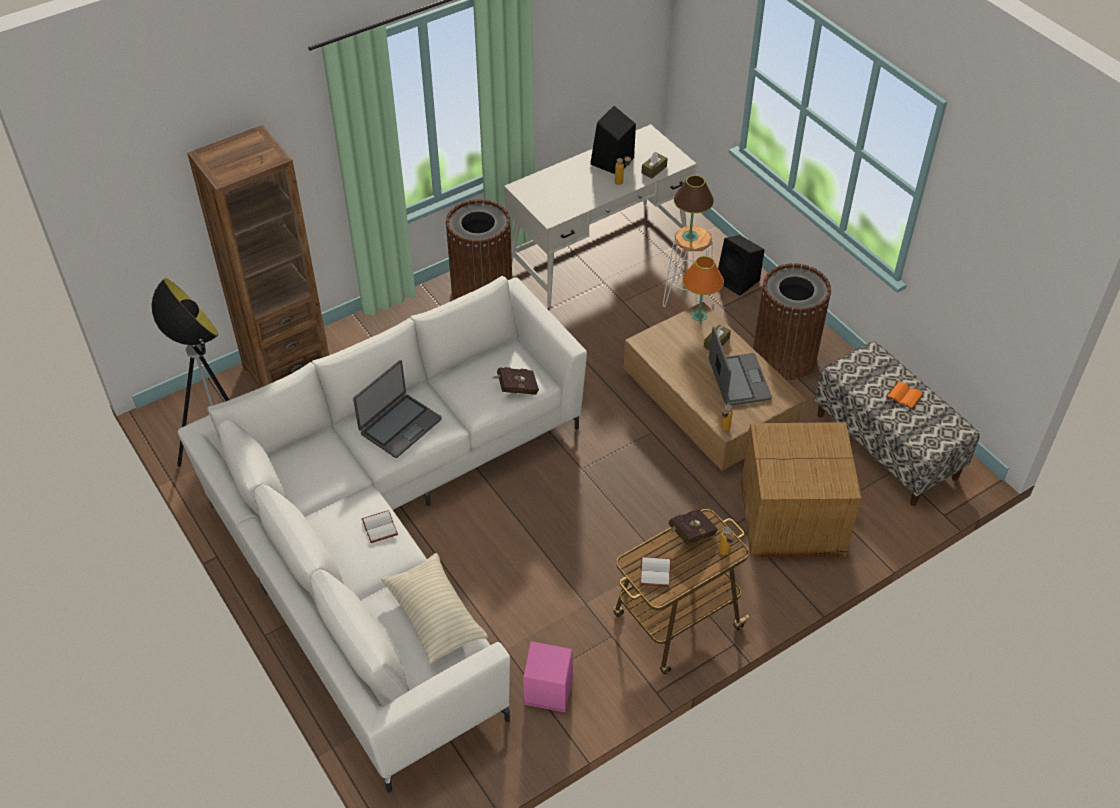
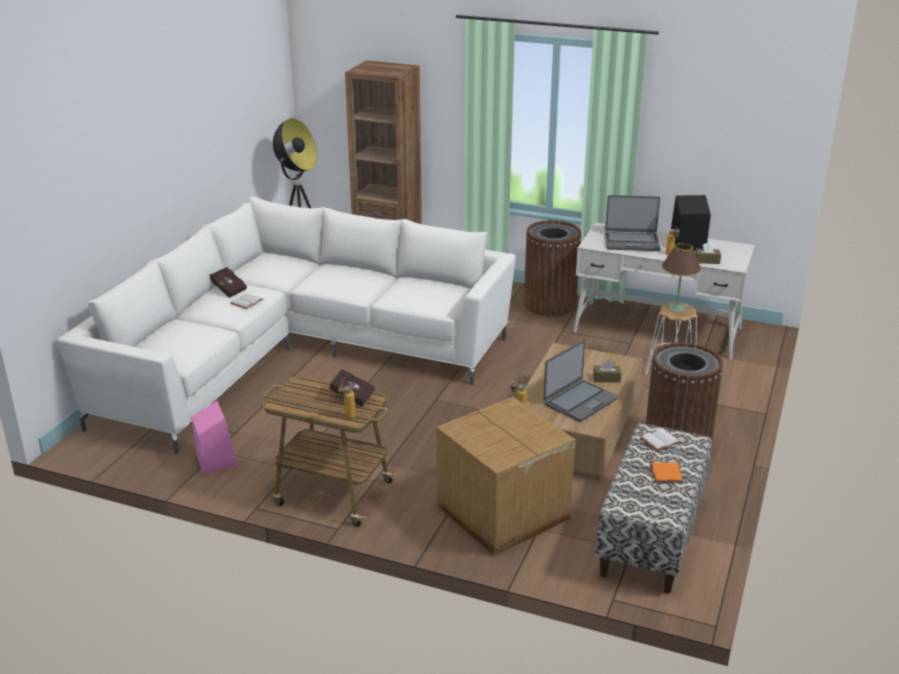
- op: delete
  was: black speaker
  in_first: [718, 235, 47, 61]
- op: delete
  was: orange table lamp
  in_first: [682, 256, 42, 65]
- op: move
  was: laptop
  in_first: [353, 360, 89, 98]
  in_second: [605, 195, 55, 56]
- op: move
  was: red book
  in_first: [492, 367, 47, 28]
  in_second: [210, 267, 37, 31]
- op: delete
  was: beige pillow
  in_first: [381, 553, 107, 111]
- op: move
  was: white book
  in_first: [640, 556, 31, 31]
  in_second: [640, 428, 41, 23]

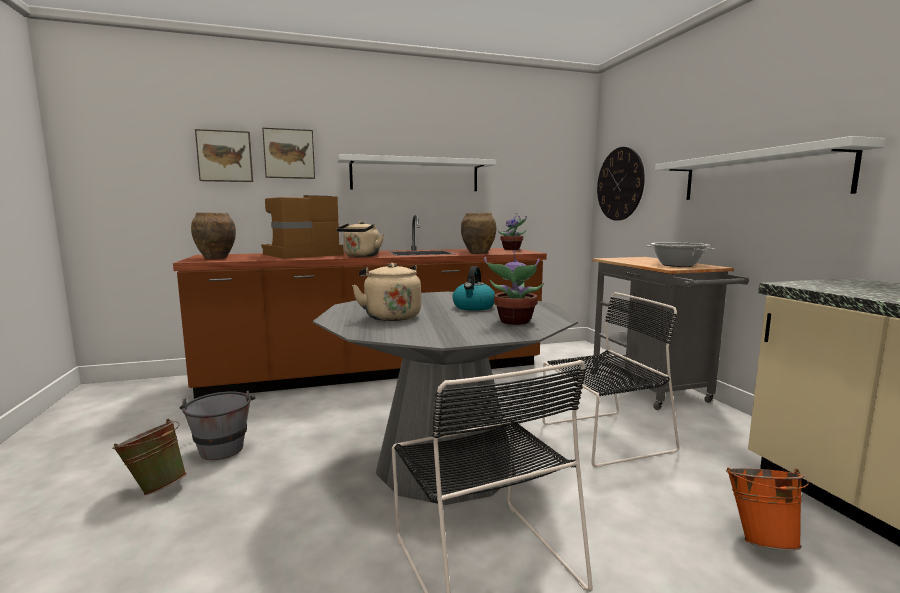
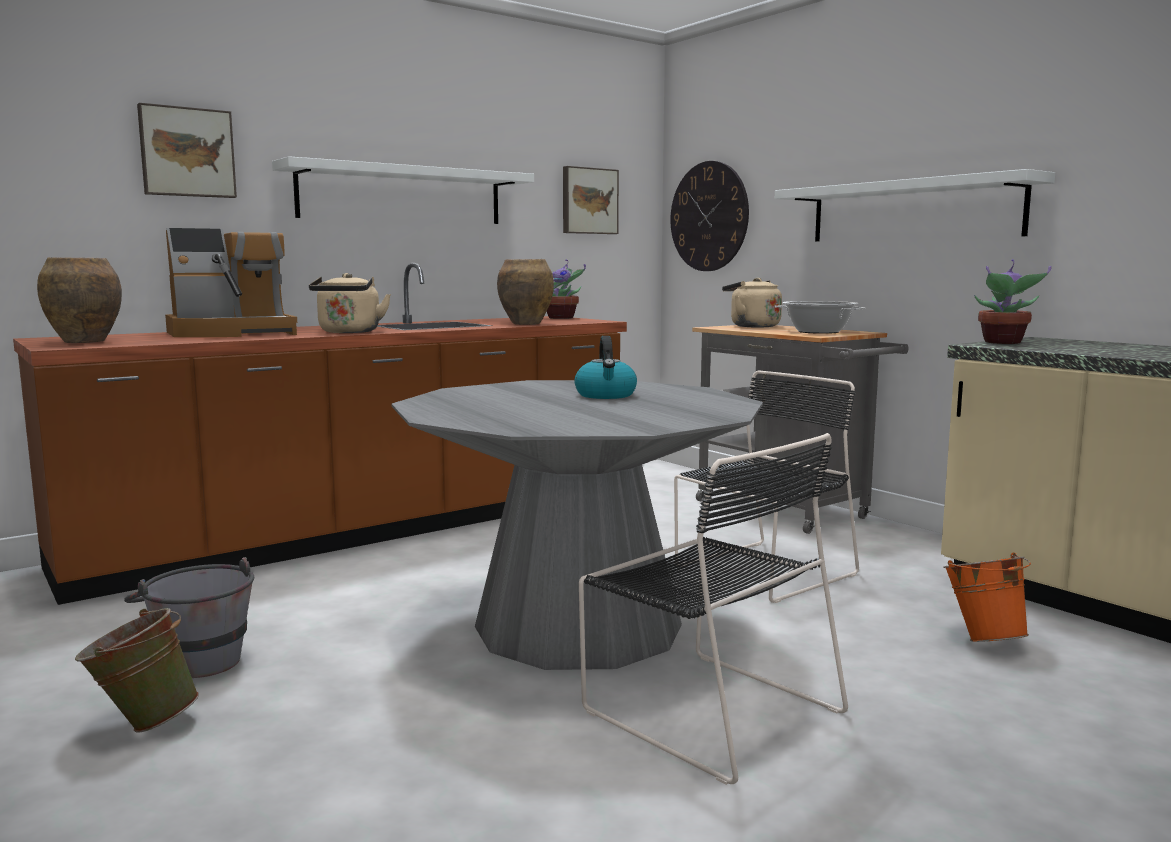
- op: move
  was: picture
  in_first: [195, 129, 58, 53]
  in_second: [563, 166, 56, 68]
- op: rotate
  was: coffee machine
  in_first: [261, 195, 83, 64]
  in_second: [165, 228, 132, 109]
  clockwise: -150
- op: move
  was: potted plant
  in_first: [484, 251, 60, 74]
  in_second: [974, 259, 77, 85]
- op: move
  was: beige kettle
  in_first: [352, 263, 69, 58]
  in_second: [722, 278, 60, 50]

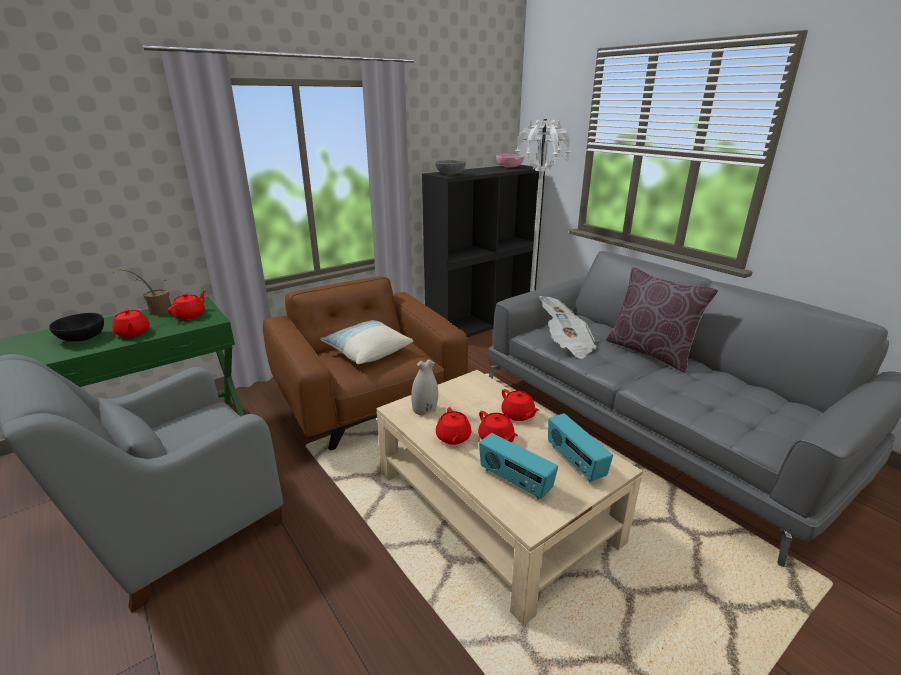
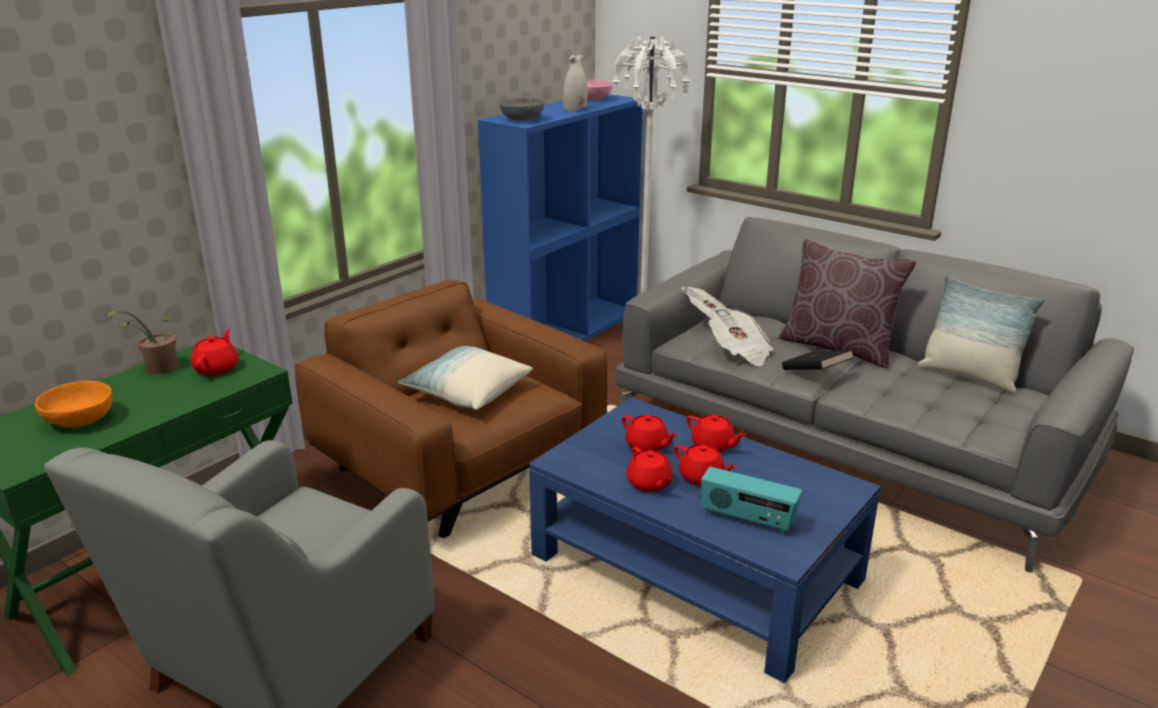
- op: recolor
  was: black bookcase
  now: blue bookcase
  in_first: [422, 165, 123, 172]
  in_second: [478, 94, 165, 247]
- op: move
  was: red teapot
  in_first: [112, 309, 38, 28]
  in_second: [622, 415, 56, 36]
- op: recolor
  was: black bowl
  now: orange bowl
  in_first: [49, 313, 55, 29]
  in_second: [35, 381, 77, 46]
- op: move
  was: white vase
  in_first: [411, 359, 27, 57]
  in_second: [563, 55, 25, 57]
- op: recolor
  was: beige coffee table
  now: blue coffee table
  in_first: [377, 370, 266, 256]
  in_second: [529, 397, 352, 286]
- op: delete
  was: radio
  in_first: [548, 413, 65, 69]
- op: insert
  now: pillow
  in_second: [917, 275, 128, 118]
- op: insert
  now: black book
  in_second: [782, 350, 72, 20]

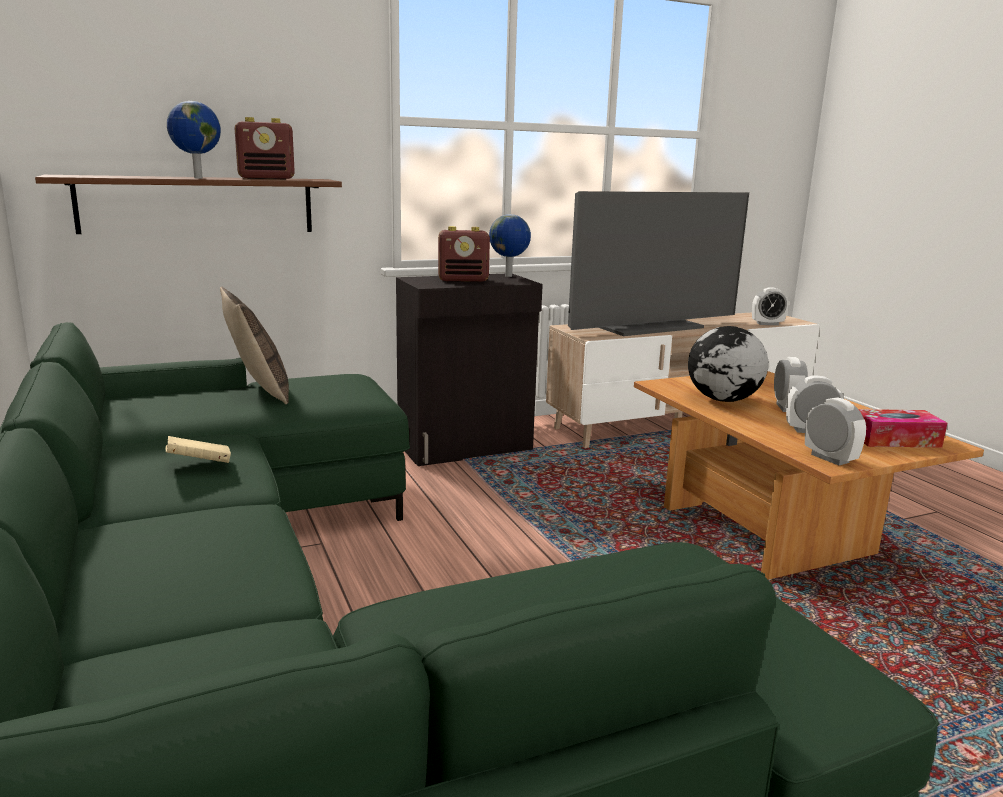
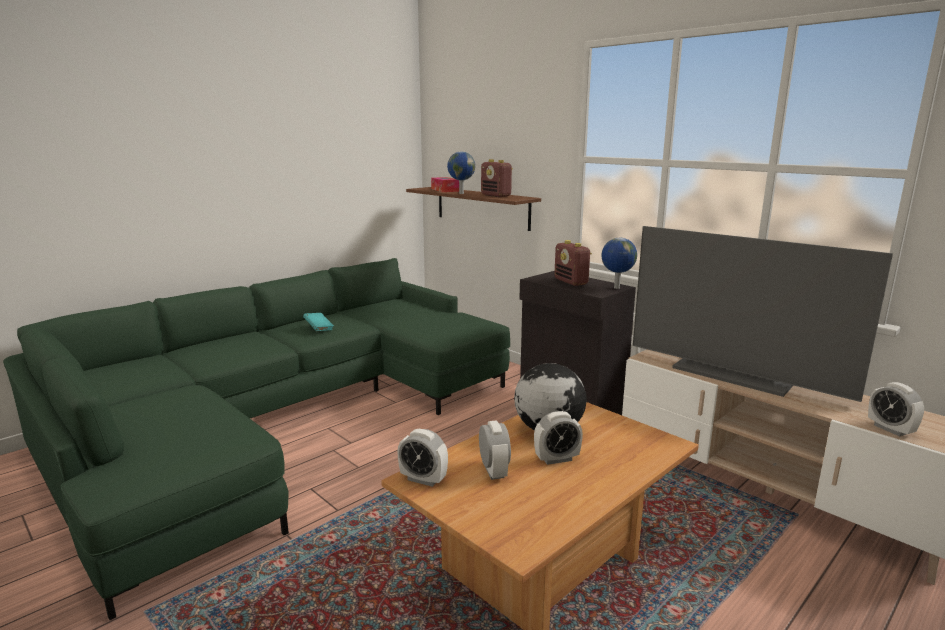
- op: delete
  was: pillow
  in_first: [220, 286, 69, 119]
- op: rotate
  was: alarm clock
  in_first: [805, 397, 61, 69]
  in_second: [397, 429, 51, 58]
  clockwise: 75
- op: move
  was: tissue box
  in_first: [859, 409, 88, 38]
  in_second: [431, 177, 28, 15]
- op: recolor
  was: beige book
  now: turquoise book
  in_first: [165, 436, 66, 27]
  in_second: [303, 313, 31, 18]

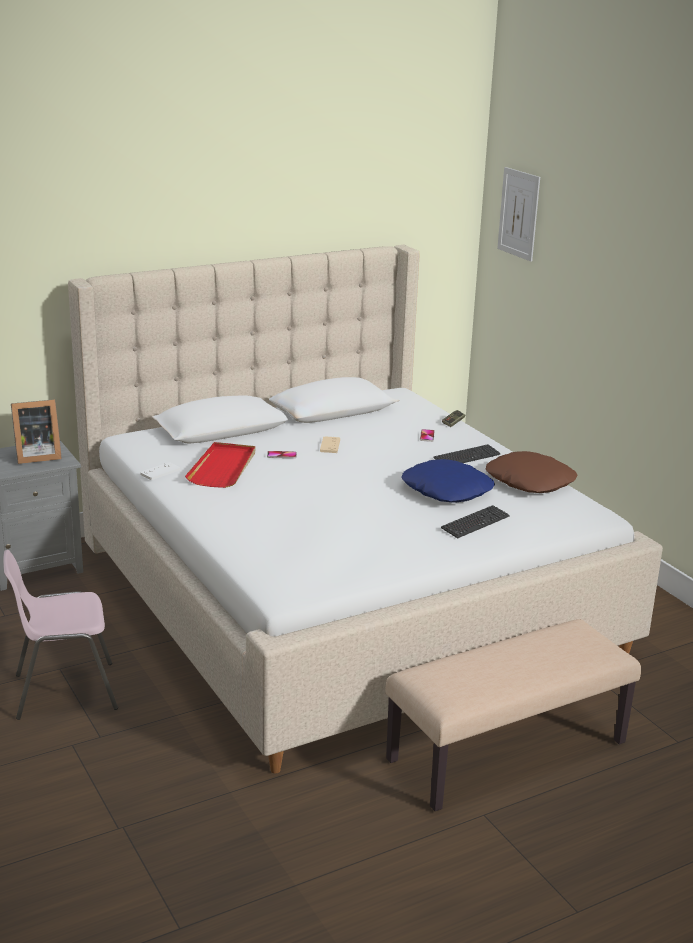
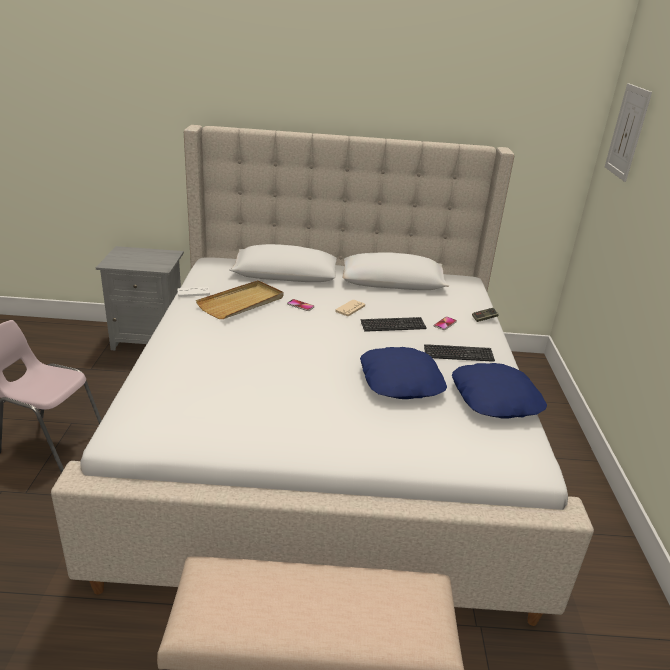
- op: delete
  was: picture frame
  in_first: [11, 399, 51, 65]
- op: recolor
  was: red tray
  now: beige tray
  in_first: [185, 442, 70, 46]
  in_second: [196, 280, 88, 39]
- op: recolor
  was: brown pillow
  now: blue pillow
  in_first: [486, 451, 92, 42]
  in_second: [452, 363, 95, 56]
- op: move
  was: keyboard
  in_first: [441, 505, 69, 33]
  in_second: [360, 317, 67, 15]

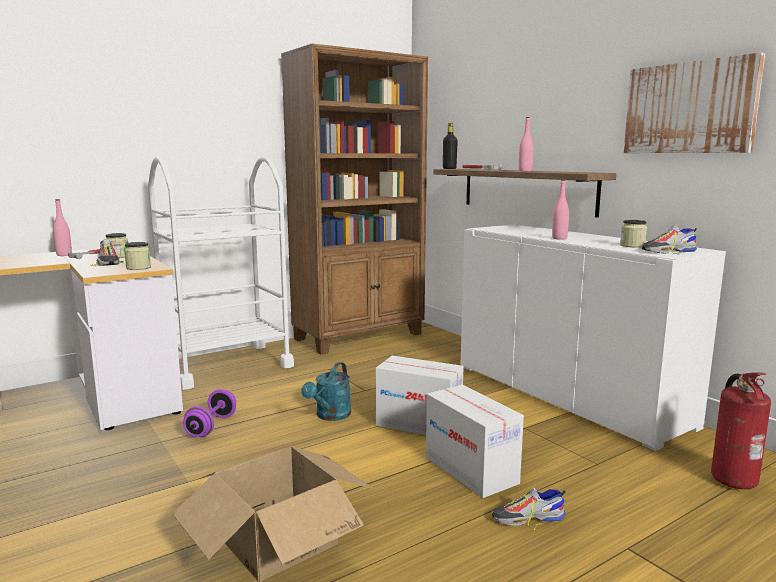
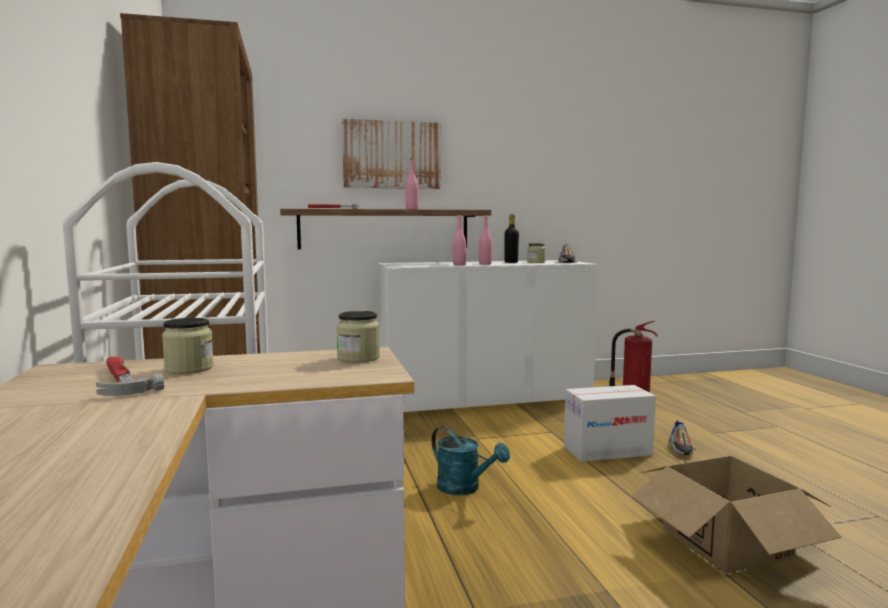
- op: move
  was: picture
  in_first: [624, 52, 141, 101]
  in_second: [342, 119, 99, 70]
- op: move
  was: black bottle
  in_first: [443, 122, 15, 47]
  in_second: [505, 215, 14, 48]
- op: move
  was: pink bottle
  in_first: [53, 199, 19, 57]
  in_second: [453, 214, 13, 52]
- op: delete
  was: shoe
  in_first: [91, 239, 33, 28]
- op: delete
  was: cardboard box
  in_first: [376, 356, 88, 79]
- op: delete
  was: purple dumbbell
  in_first: [183, 389, 53, 48]

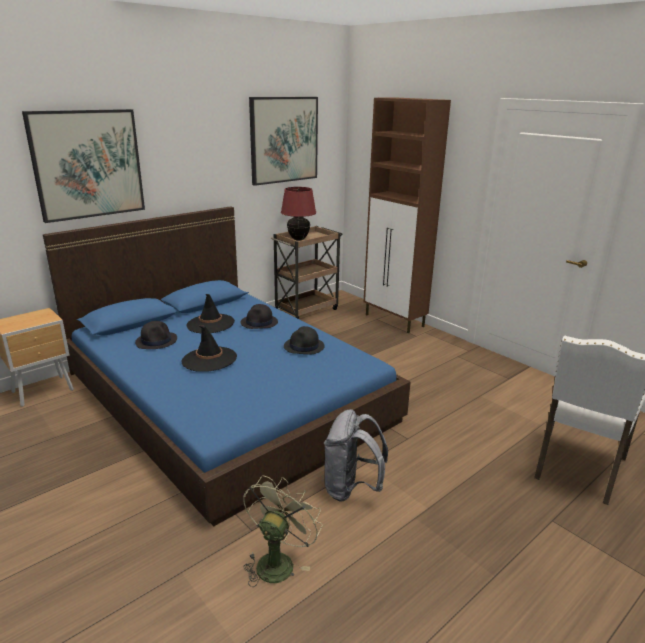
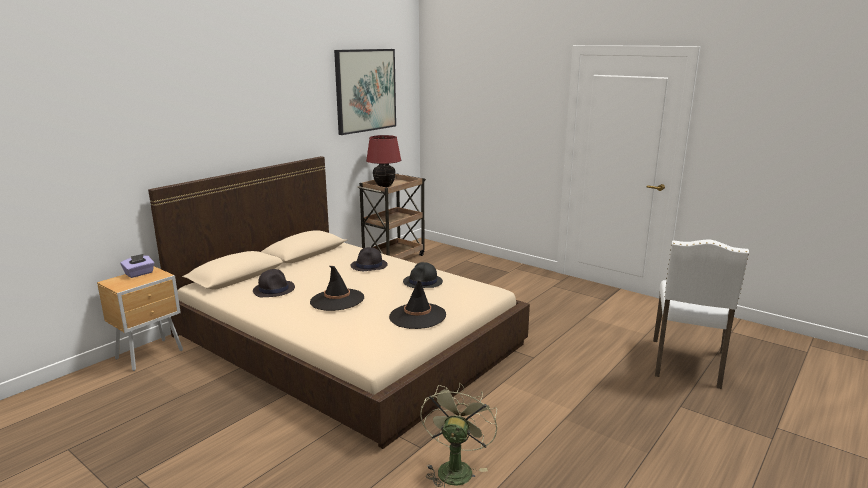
- op: delete
  was: brown cabinet
  in_first: [364, 97, 87, 236]
- op: delete
  was: picture
  in_first: [22, 109, 123, 114]
- op: recolor
  was: blue bed
  now: beige bed
  in_first: [43, 206, 368, 320]
  in_second: [148, 156, 382, 293]
- op: move
  was: black hat
  in_first: [186, 294, 49, 39]
  in_second: [389, 281, 57, 48]
- op: delete
  was: grey backpack
  in_first: [324, 409, 64, 93]
- op: insert
  now: purple tissue box
  in_second: [120, 254, 34, 24]

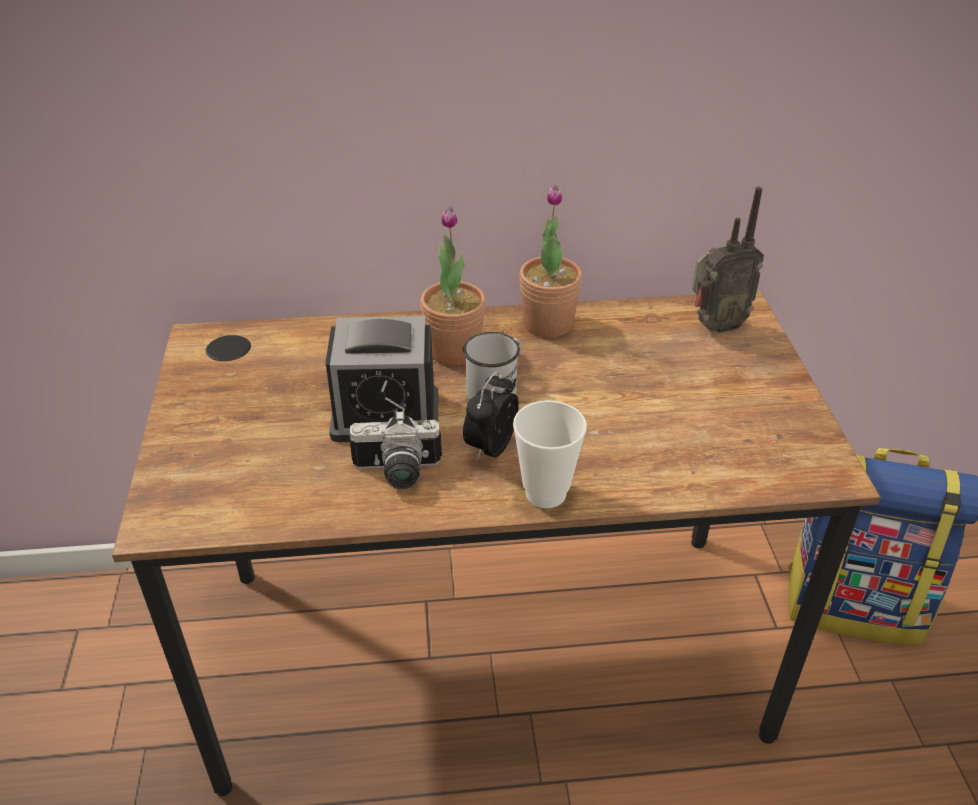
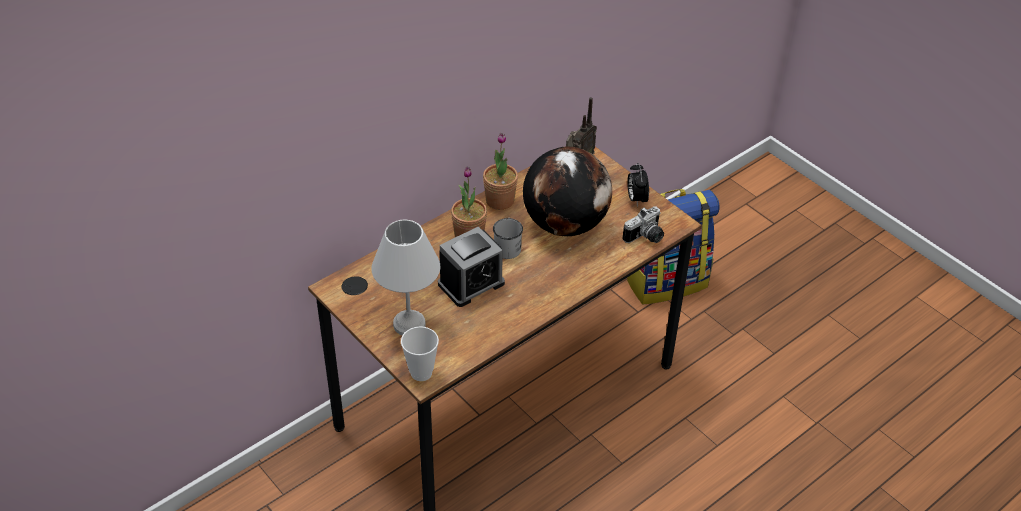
- op: move
  was: alarm clock
  in_first: [463, 371, 56, 90]
  in_second: [627, 163, 22, 44]
- op: move
  was: cup
  in_first: [513, 400, 74, 108]
  in_second: [401, 326, 38, 55]
- op: move
  was: photo camera
  in_first: [349, 410, 93, 79]
  in_second: [622, 206, 42, 37]
- op: insert
  now: globe
  in_second: [523, 147, 89, 89]
- op: insert
  now: white table lamp
  in_second: [371, 220, 69, 116]

